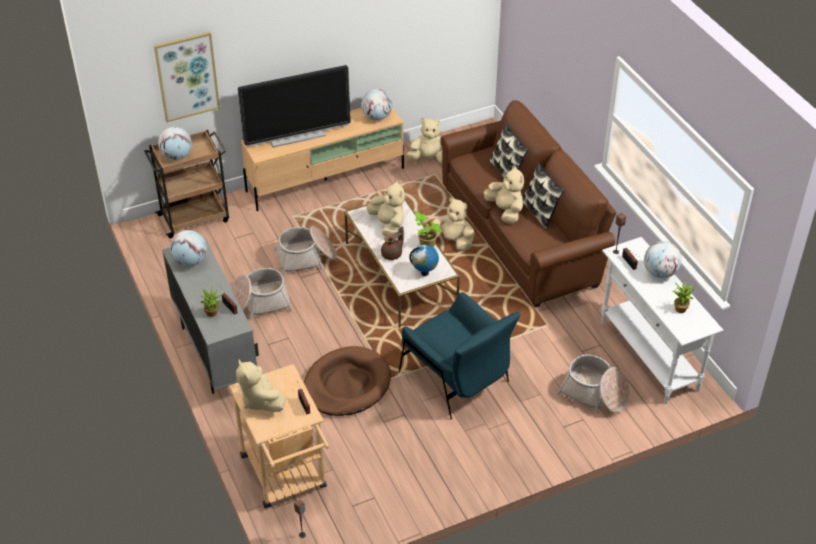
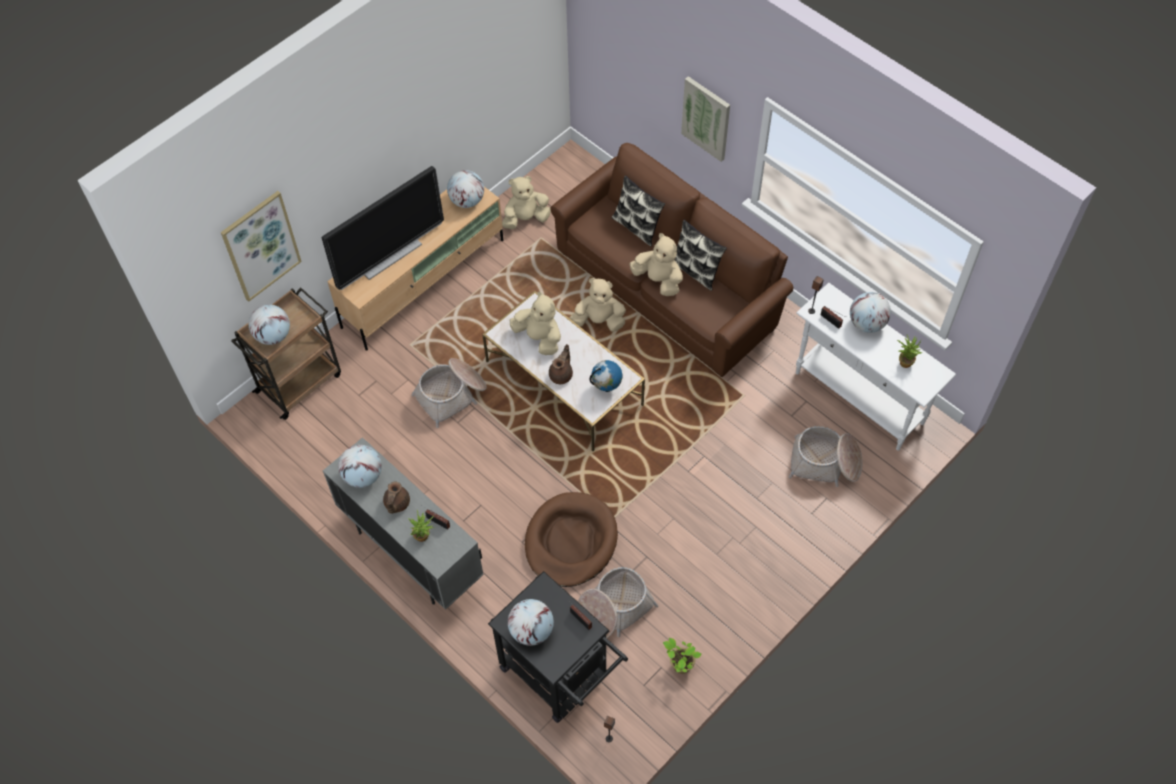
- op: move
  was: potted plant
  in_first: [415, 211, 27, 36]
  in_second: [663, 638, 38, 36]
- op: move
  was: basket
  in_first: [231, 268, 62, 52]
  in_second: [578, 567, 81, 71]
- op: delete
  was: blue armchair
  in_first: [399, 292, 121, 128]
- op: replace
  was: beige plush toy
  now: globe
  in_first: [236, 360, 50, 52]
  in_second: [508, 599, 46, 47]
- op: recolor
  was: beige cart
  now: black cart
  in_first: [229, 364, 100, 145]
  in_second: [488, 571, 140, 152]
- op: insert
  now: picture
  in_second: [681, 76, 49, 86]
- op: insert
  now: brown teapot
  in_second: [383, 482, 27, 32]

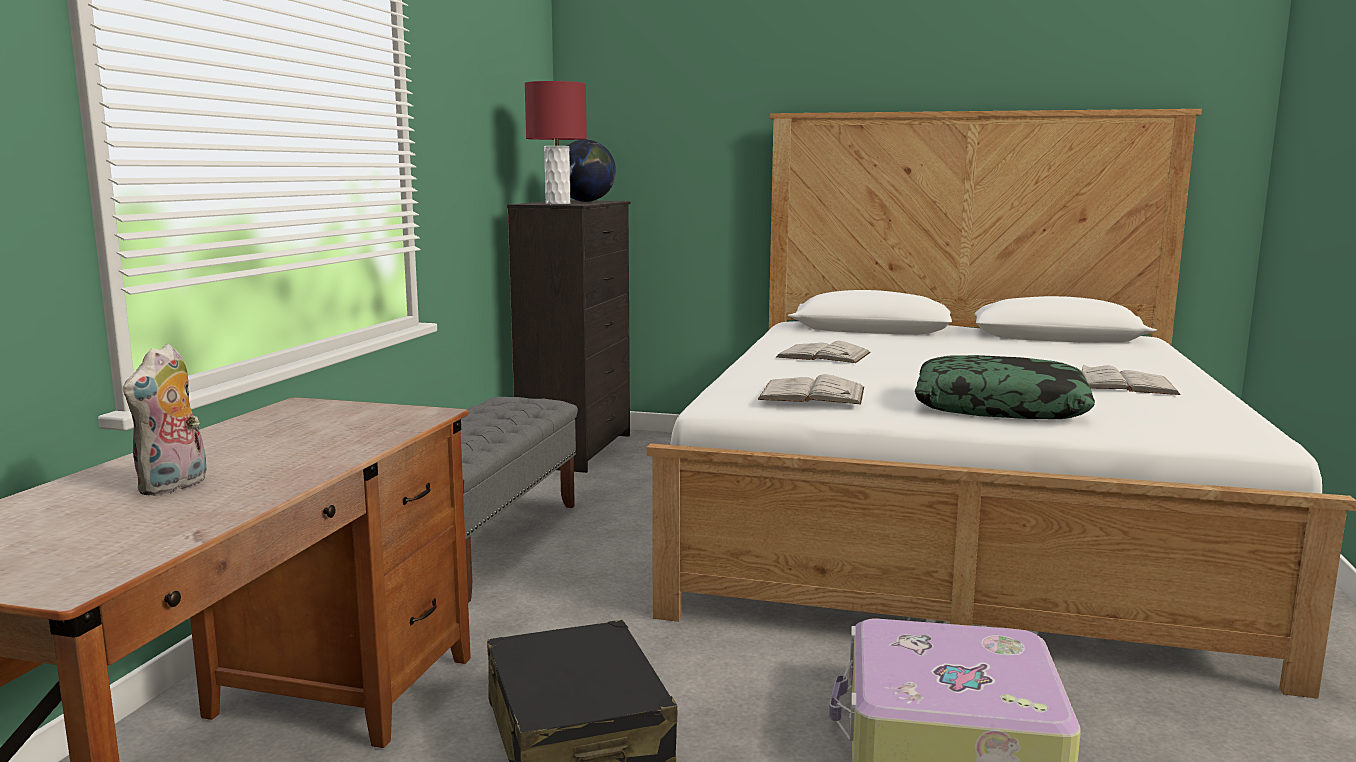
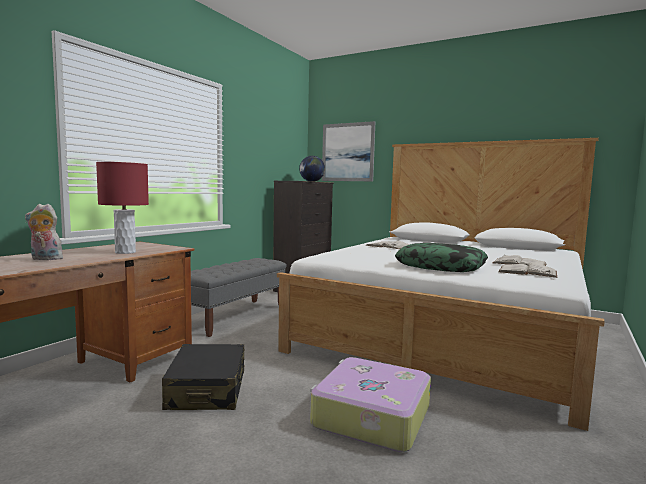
- op: move
  was: red table lamp
  in_first: [524, 81, 63, 123]
  in_second: [96, 162, 53, 92]
- op: rotate
  was: plush toy
  in_first: [123, 344, 84, 152]
  in_second: [25, 204, 38, 56]
  clockwise: 60
- op: move
  was: white book
  in_first: [758, 374, 106, 30]
  in_second: [498, 263, 59, 15]
- op: insert
  now: picture
  in_second: [322, 121, 53, 60]

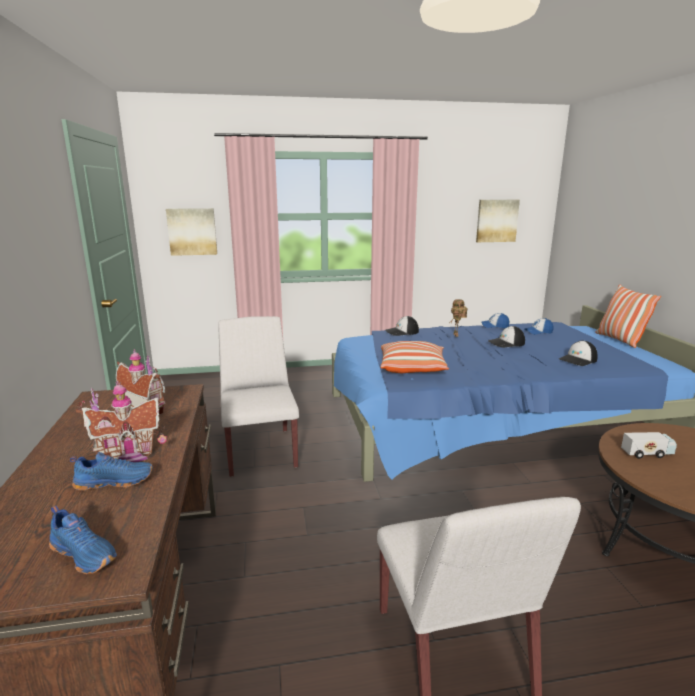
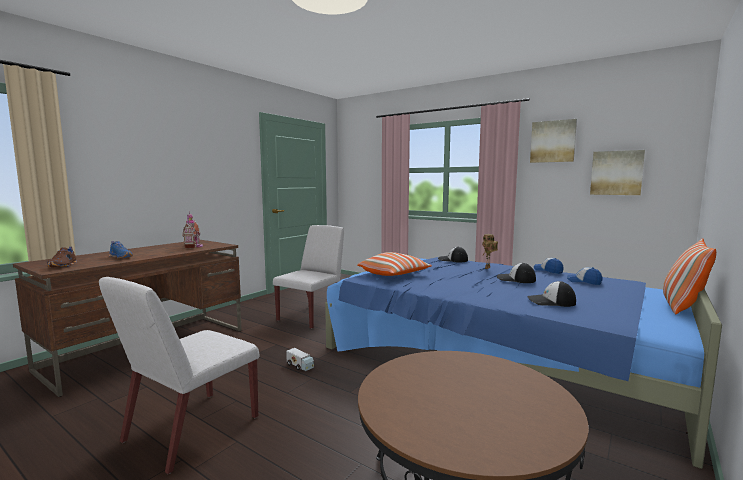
- op: move
  was: picture
  in_first: [166, 208, 51, 48]
  in_second: [530, 119, 47, 44]
- op: delete
  was: toy house
  in_first: [76, 380, 91, 82]
- op: move
  was: toy truck
  in_first: [621, 432, 56, 27]
  in_second: [286, 348, 28, 23]
- op: recolor
  was: blue shoe
  now: brown shoe
  in_first: [49, 506, 68, 68]
  in_second: [47, 247, 30, 21]

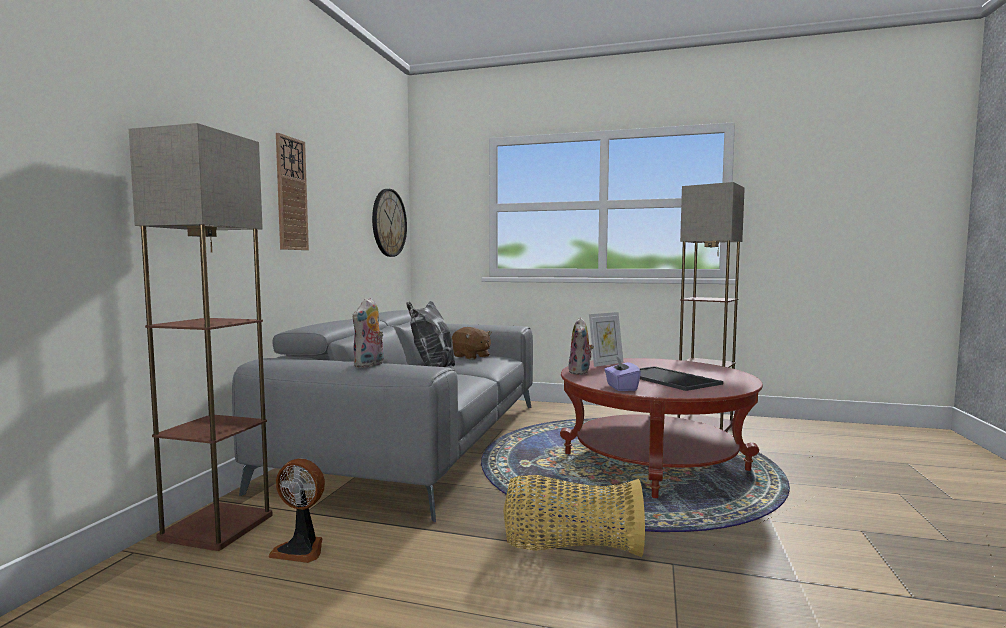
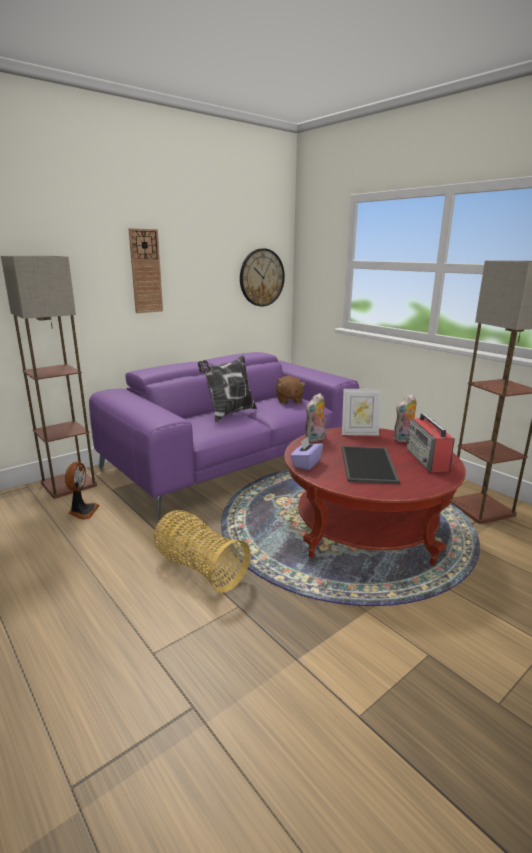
- op: move
  was: plush toy
  in_first: [353, 298, 31, 70]
  in_second: [393, 394, 23, 49]
- op: recolor
  was: grey sofa
  now: purple sofa
  in_first: [232, 310, 301, 212]
  in_second: [89, 352, 270, 168]
- op: rotate
  was: fan
  in_first: [268, 458, 57, 105]
  in_second: [65, 462, 35, 58]
  clockwise: -135
- op: insert
  now: radio
  in_second: [406, 413, 49, 59]

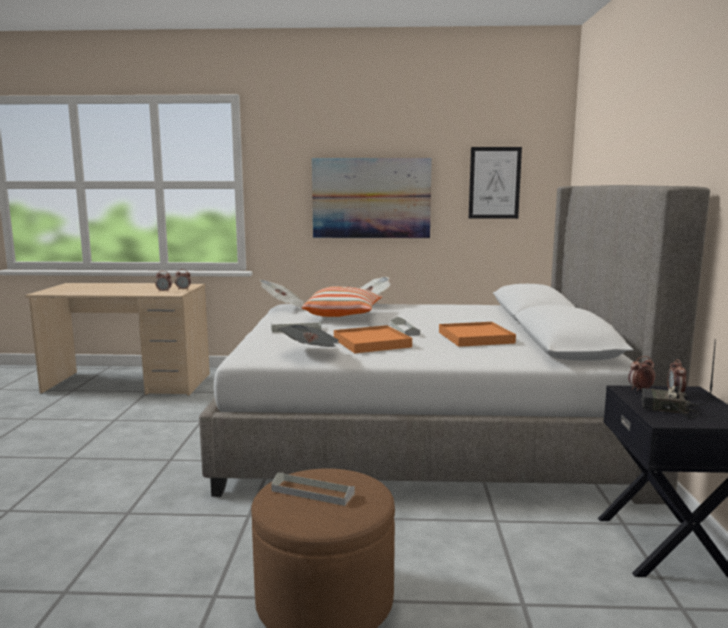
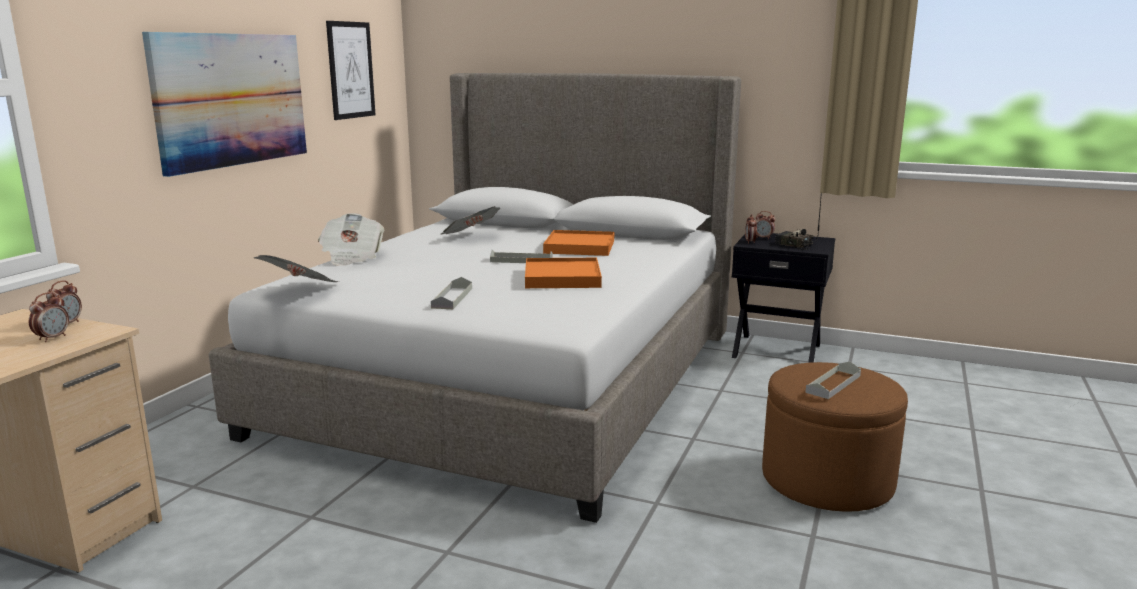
- op: delete
  was: pillow
  in_first: [302, 286, 80, 31]
- op: move
  was: newspaper
  in_first: [277, 325, 62, 22]
  in_second: [441, 206, 59, 28]
- op: rotate
  was: radio
  in_first: [641, 339, 75, 79]
  in_second: [775, 192, 47, 58]
  clockwise: 90

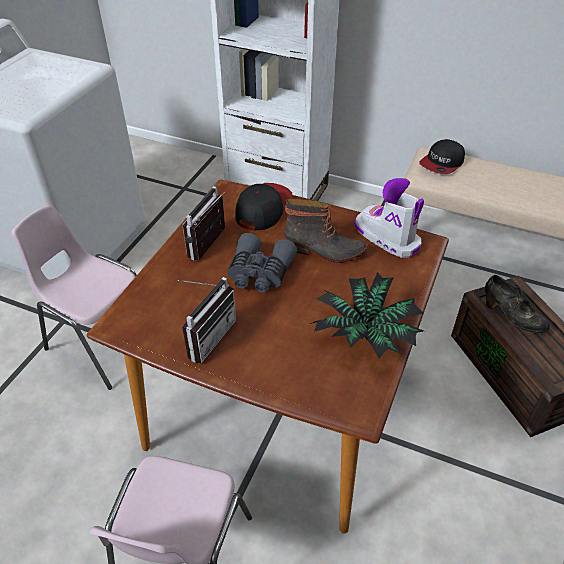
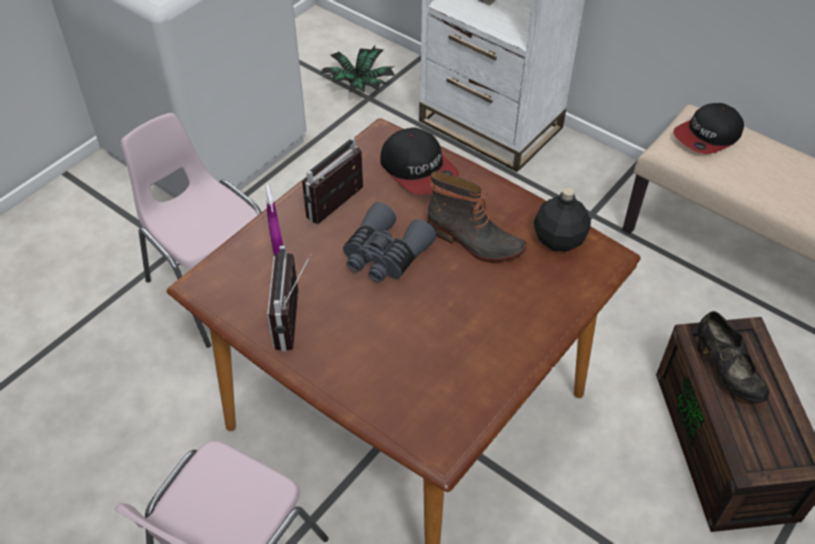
- op: replace
  was: boot
  now: black bottle
  in_first: [354, 178, 70, 80]
  in_second: [534, 187, 57, 65]
- op: rotate
  was: cap
  in_first: [235, 183, 58, 48]
  in_second: [380, 127, 79, 68]
  clockwise: 105
- op: move
  was: potted plant
  in_first: [310, 272, 114, 87]
  in_second: [320, 46, 75, 47]
- op: rotate
  was: radio
  in_first: [178, 277, 58, 87]
  in_second: [267, 246, 44, 105]
  clockwise: 135
- op: insert
  now: purple spray bottle
  in_second: [265, 185, 18, 71]

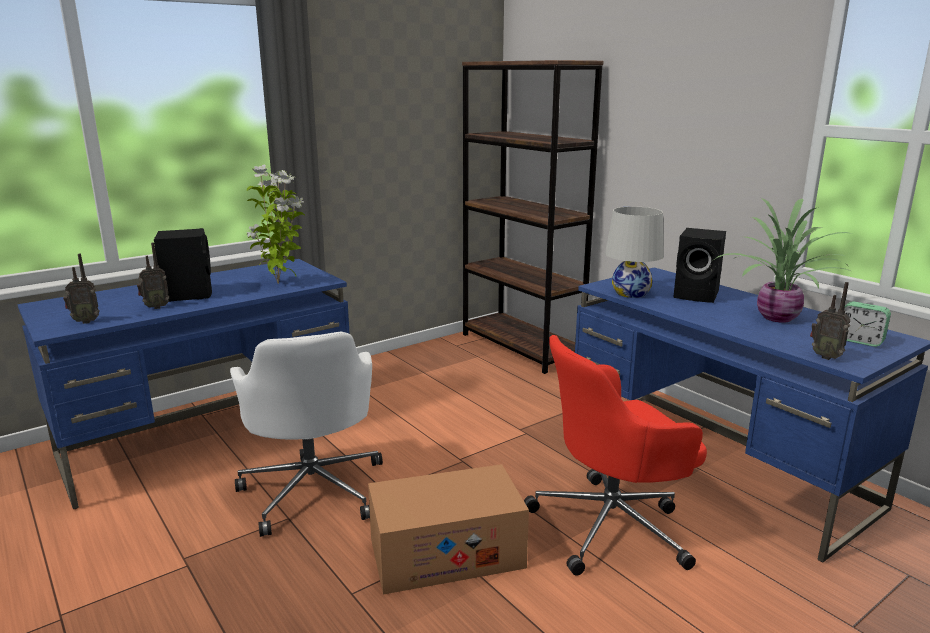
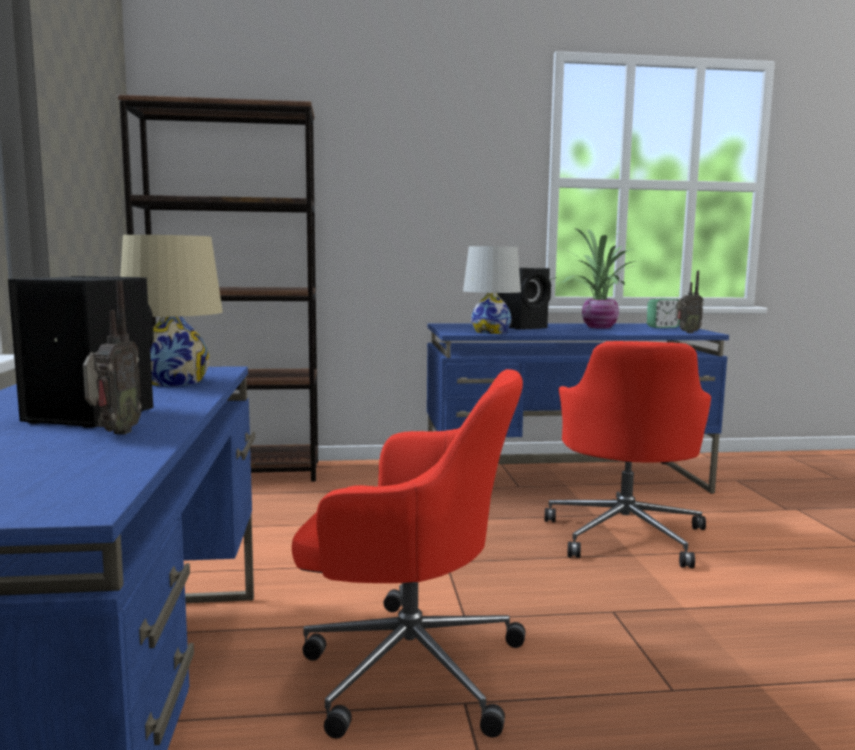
- op: replace
  was: potted plant
  now: beige table lamp
  in_first: [247, 165, 58, 119]
  in_second: [120, 235, 103, 151]
- op: delete
  was: radio
  in_first: [63, 254, 37, 70]
- op: recolor
  was: white office chair
  now: red office chair
  in_first: [230, 332, 153, 205]
  in_second: [292, 369, 234, 370]
- op: delete
  was: cardboard box
  in_first: [368, 464, 161, 131]

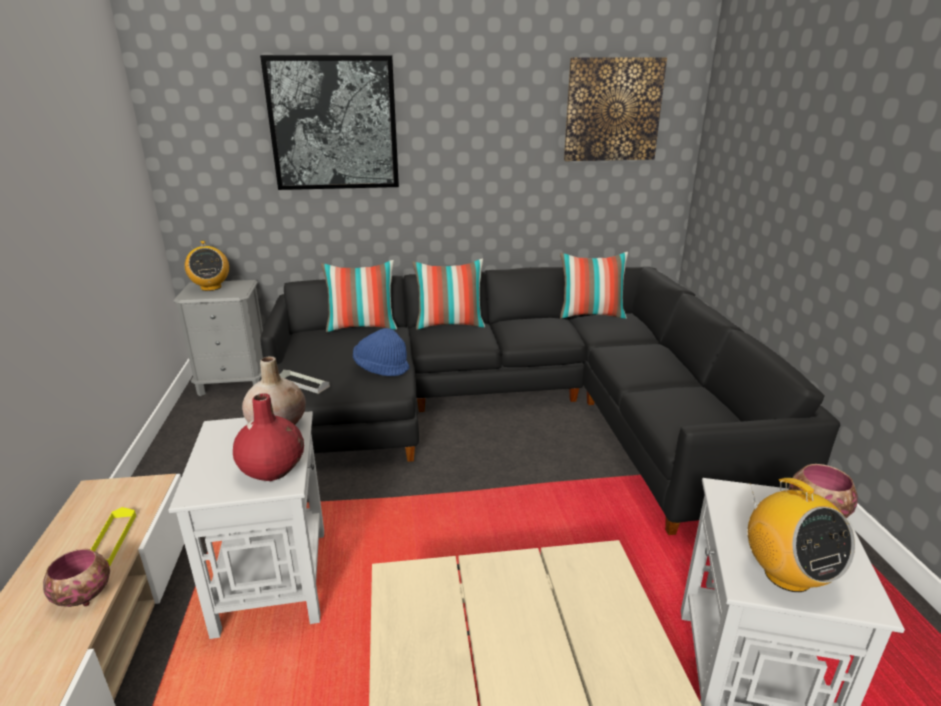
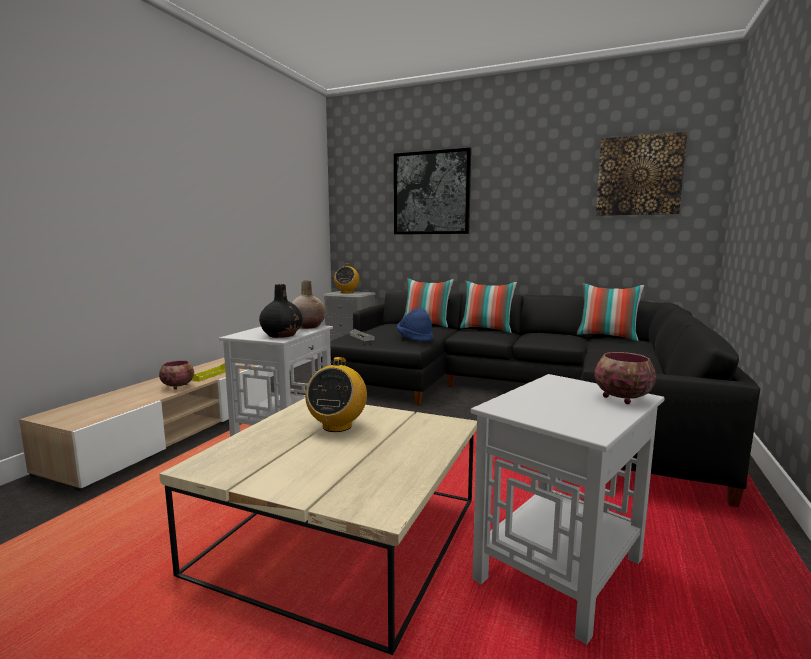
- op: recolor
  was: red vase
  now: black vase
  in_first: [233, 393, 71, 88]
  in_second: [259, 284, 43, 54]
- op: move
  was: radio
  in_first: [748, 478, 107, 114]
  in_second: [305, 357, 62, 75]

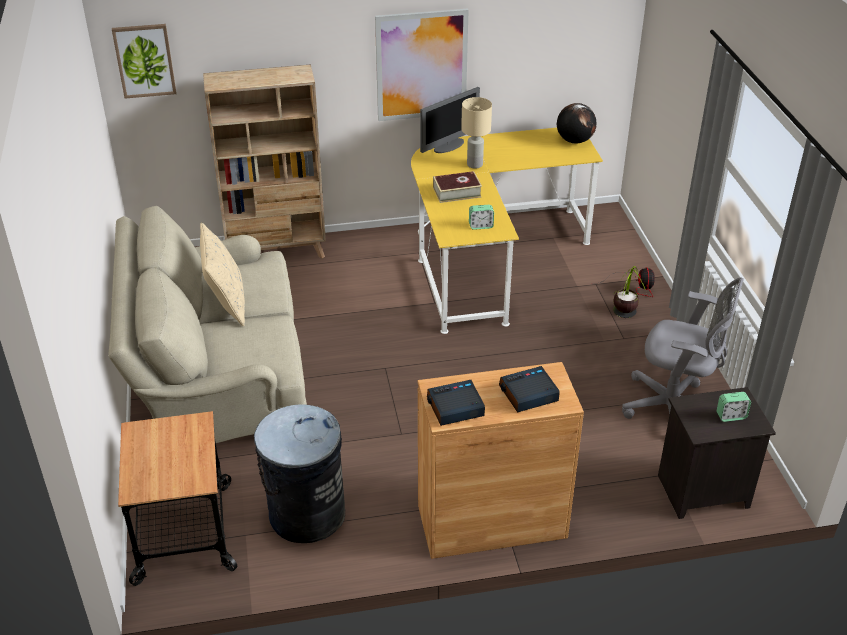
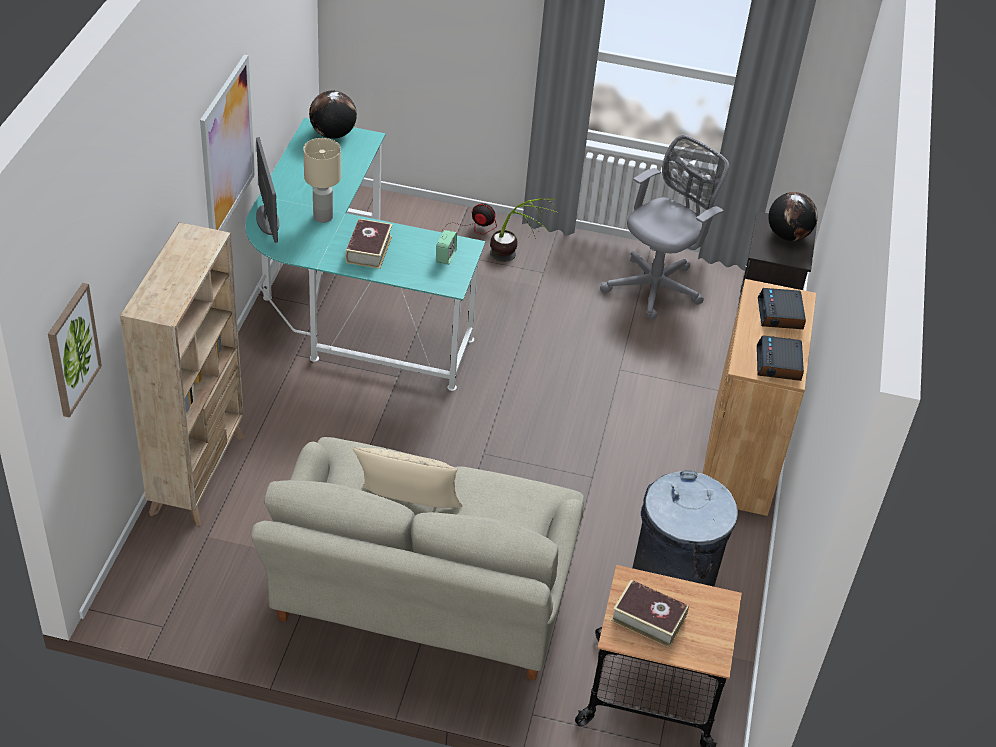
- op: recolor
  was: yellow desk
  now: turquoise desk
  in_first: [411, 128, 192, 206]
  in_second: [245, 118, 241, 273]
- op: replace
  was: alarm clock
  now: globe
  in_first: [717, 392, 34, 30]
  in_second: [768, 192, 50, 49]
- op: insert
  now: book
  in_second: [611, 579, 78, 69]

